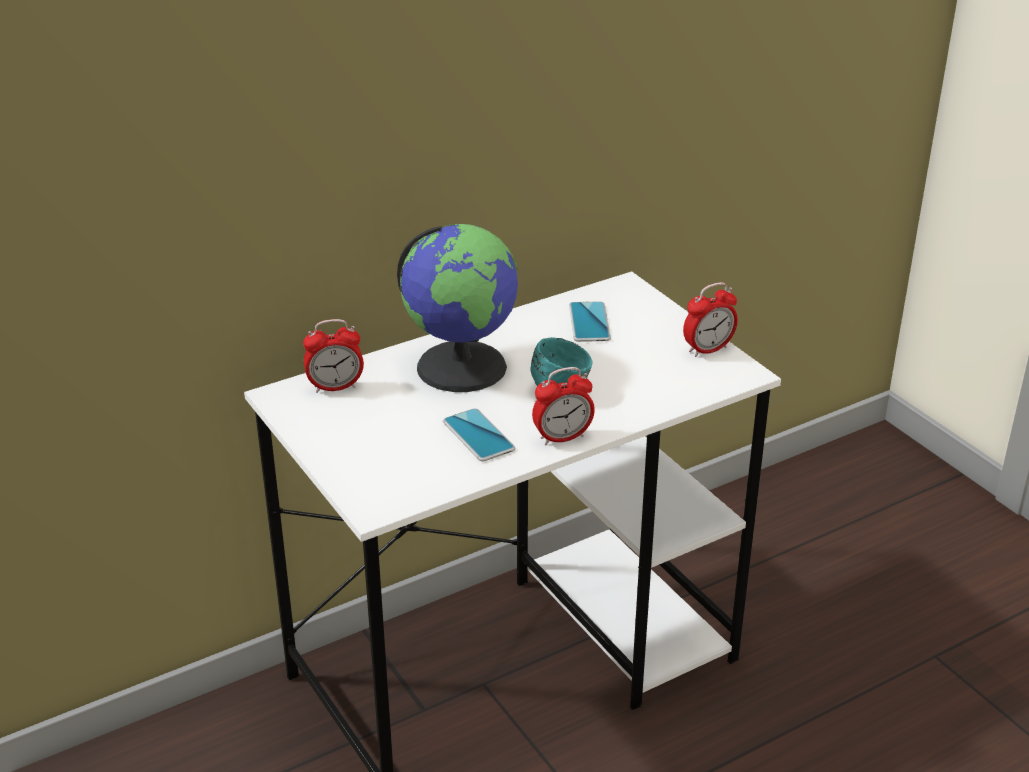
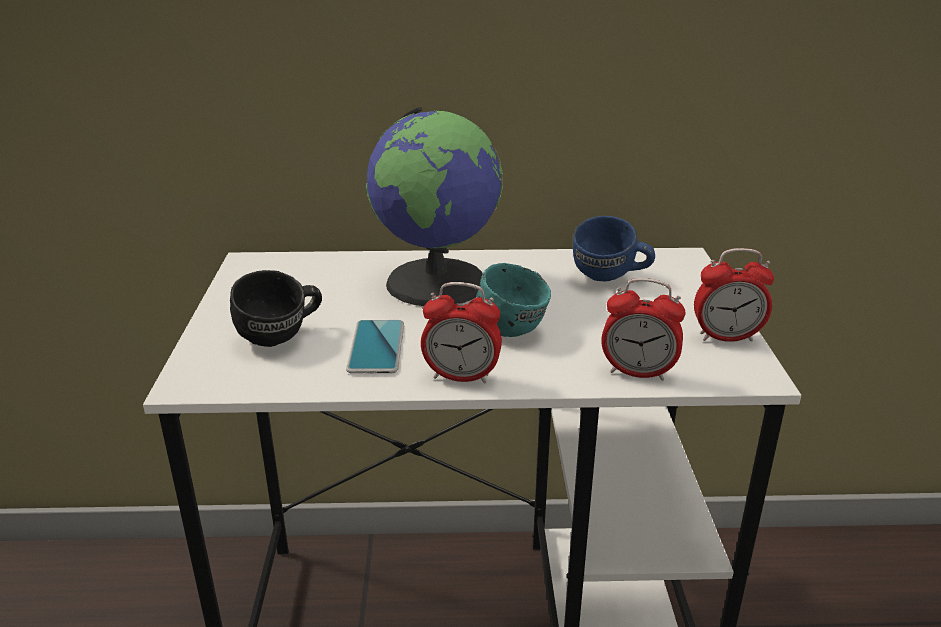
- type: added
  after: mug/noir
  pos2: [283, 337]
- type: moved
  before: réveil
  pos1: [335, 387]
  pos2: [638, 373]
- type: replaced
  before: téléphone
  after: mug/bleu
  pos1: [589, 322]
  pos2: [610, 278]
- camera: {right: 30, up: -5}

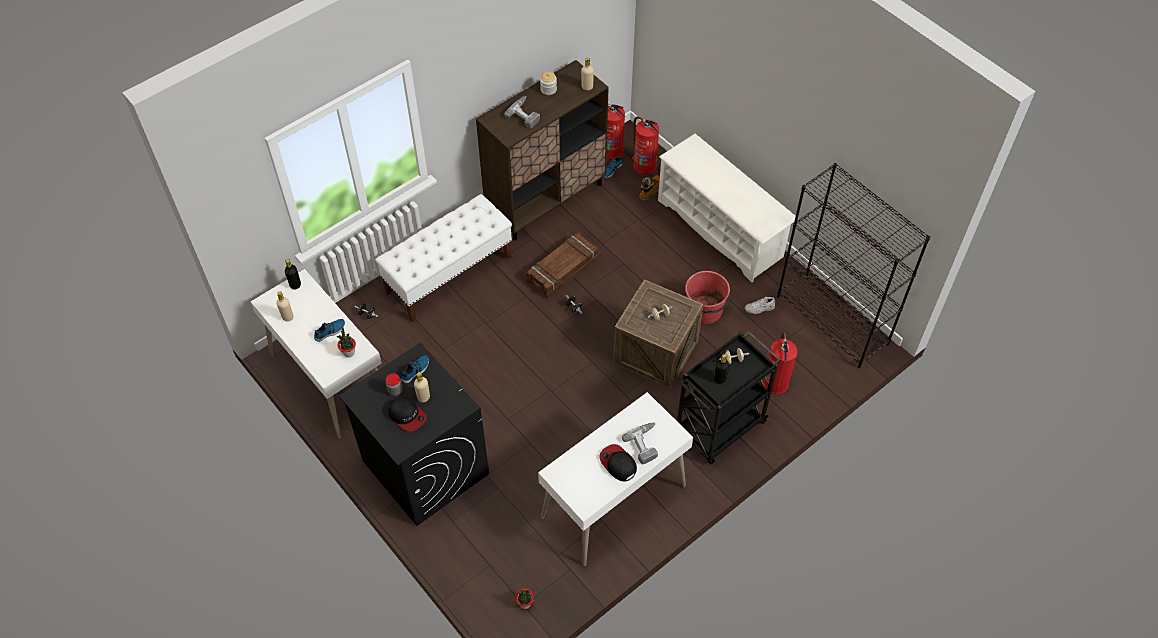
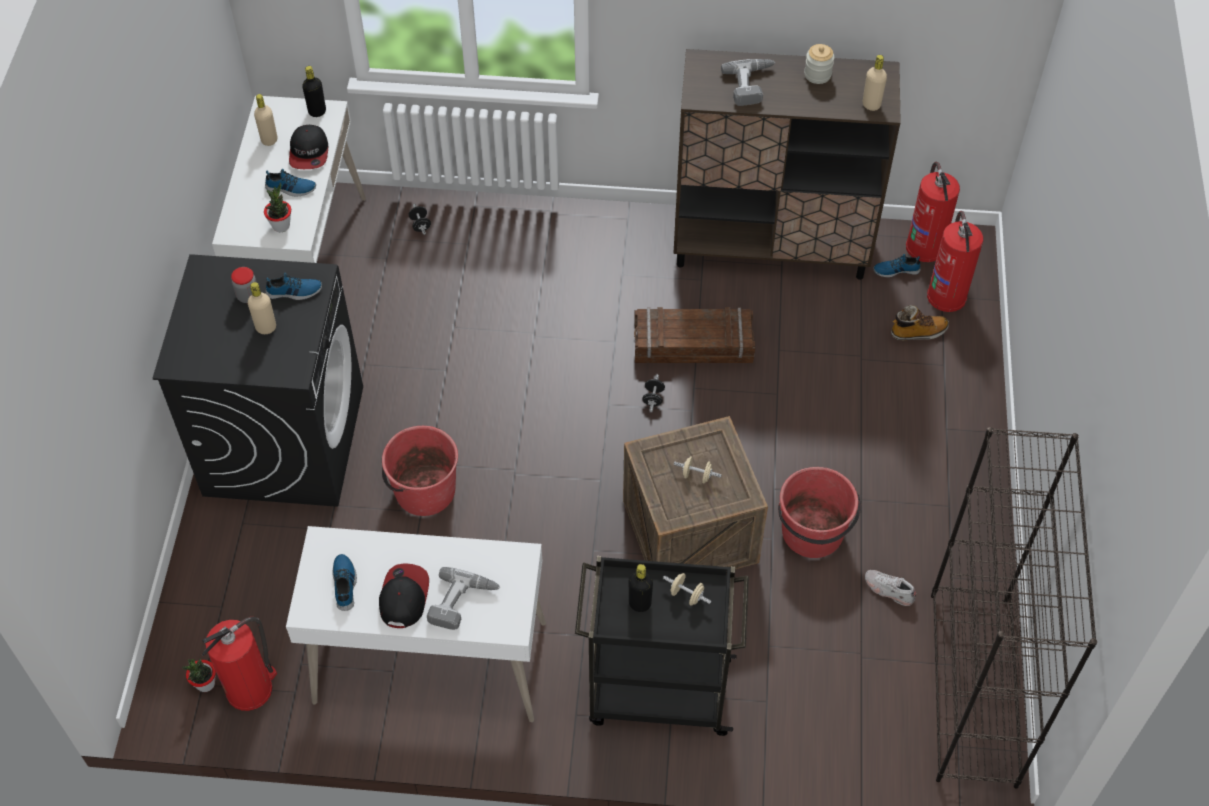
- type: removed
  before: banc/blanc
  pos1: [449, 275]
- type: removed
  before: étagère à chaussures/blanc
  pos1: [720, 229]
- type: added
  after: chaussure
  pos2: [345, 584]
- type: added
  after: seau/rouge
  pos2: [424, 490]
- type: moved
  before: casquette
  pos1: [407, 416]
  pos2: [309, 152]
- type: moved
  before: extincteur
  pos1: [775, 382]
  pos2: [250, 688]
- camera: {right: 45, up: 0}

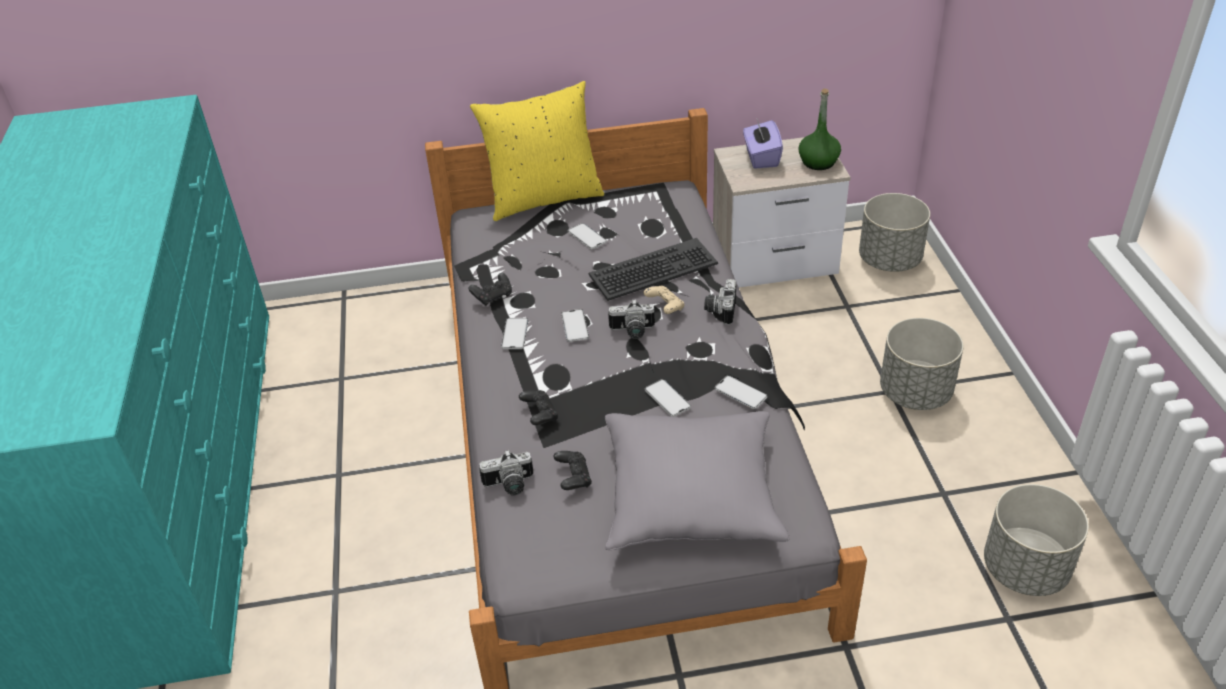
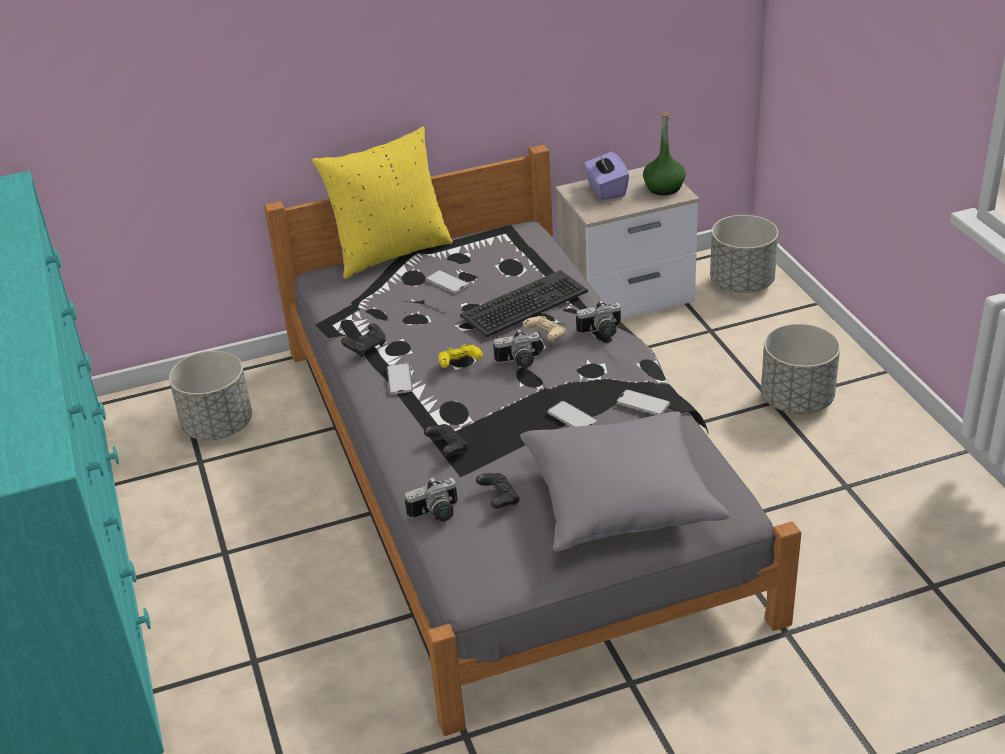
- type: moved
  before: cache-pot/gris
  pos1: [1025, 568]
  pos2: [218, 426]
- type: replaced
  before: téléphone
  after: manette/jaune
  pos1: [575, 326]
  pos2: [459, 364]
- type: turned
  before: appareil photo
  pos1: [719, 310]
  pos2: [601, 332]
  turn: -105
- camera: {right: -10, up: -5}

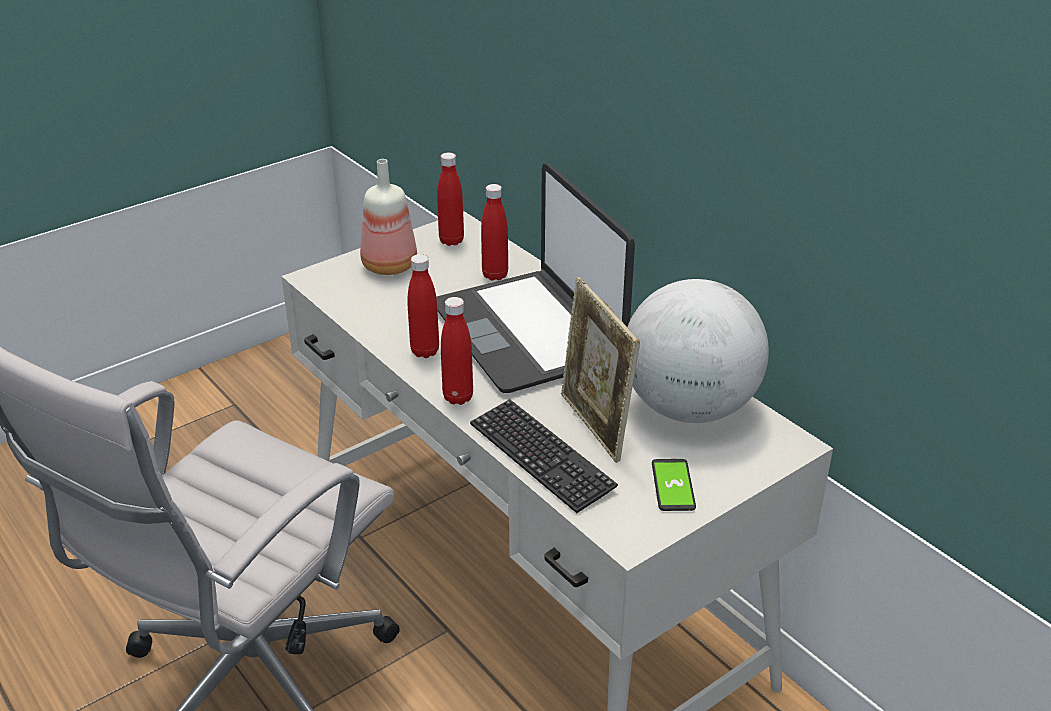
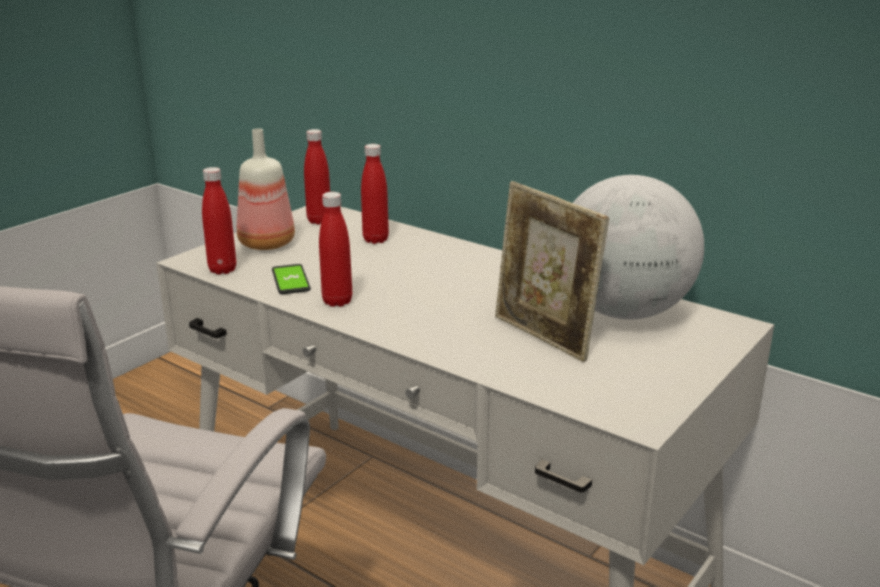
- type: removed
  before: ordinateur portable
  pos1: [529, 332]
- type: removed
  before: clavier
  pos1: [541, 457]
- type: moved
  before: bouteille/rouge
  pos1: [458, 397]
  pos2: [222, 270]
- type: moved
  before: téléphone
  pos1: [673, 486]
  pos2: [290, 280]
- camera: {right: -15, up: -10}

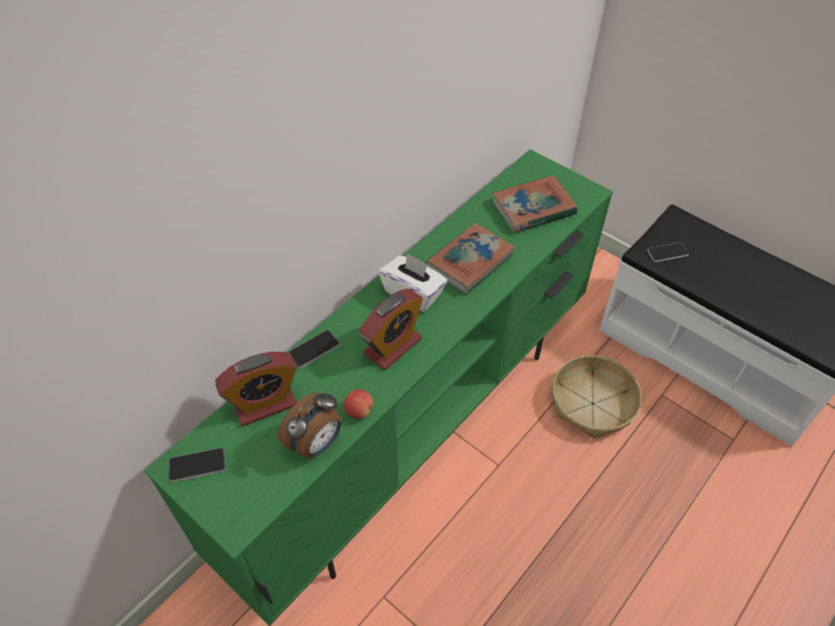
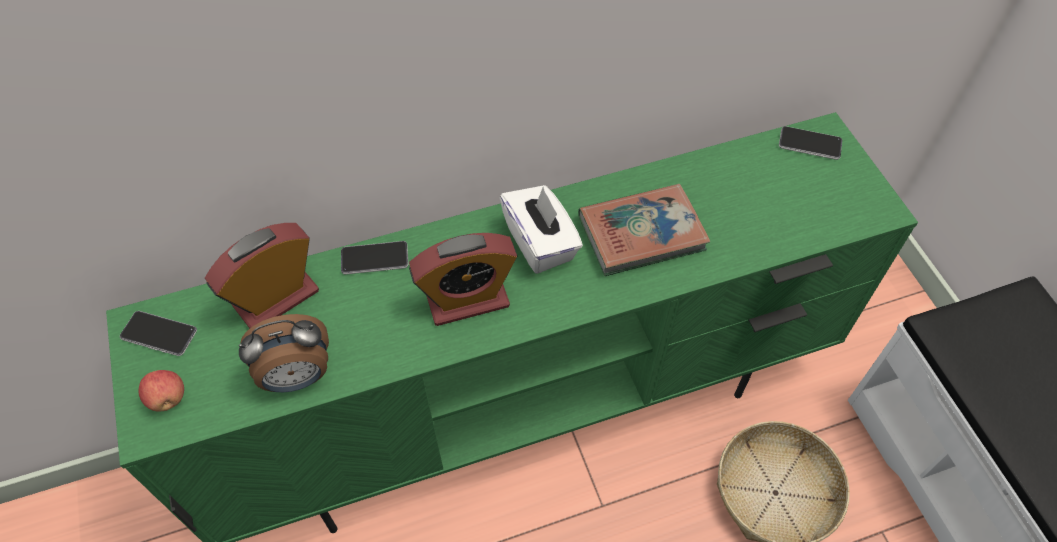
- type: removed
  before: livre
  pos1: [533, 208]
- type: moved
  before: pomme
  pos1: [359, 411]
  pos2: [168, 398]
- type: moved
  before: téléphone
  pos1: [667, 253]
  pos2: [809, 144]
- type: turned
  before: réveil
  pos1: [265, 404]
  pos2: [276, 298]
  turn: 135
- camera: {right: 30, up: 5}

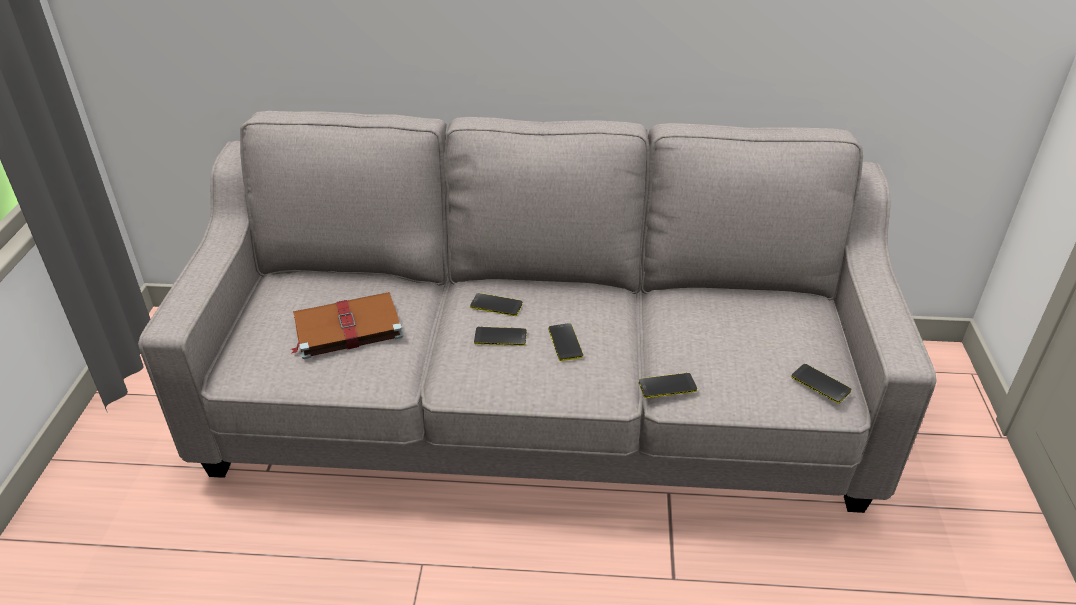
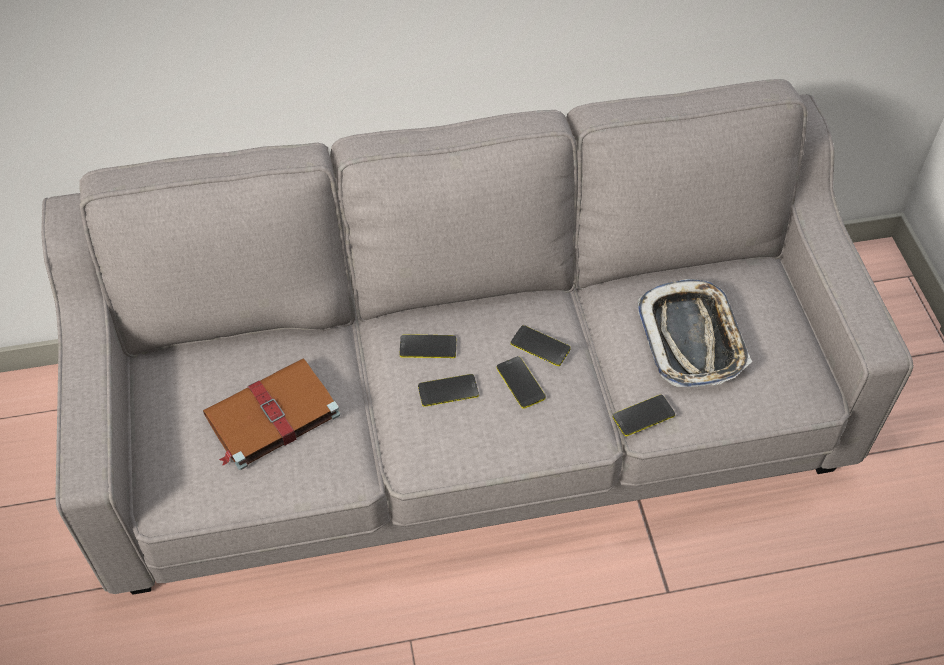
- type: added
  after: plateau
  pos2: [692, 339]
- type: moved
  before: téléphone
  pos1: [820, 384]
  pos2: [540, 346]
- camera: {right: -15, up: 15}

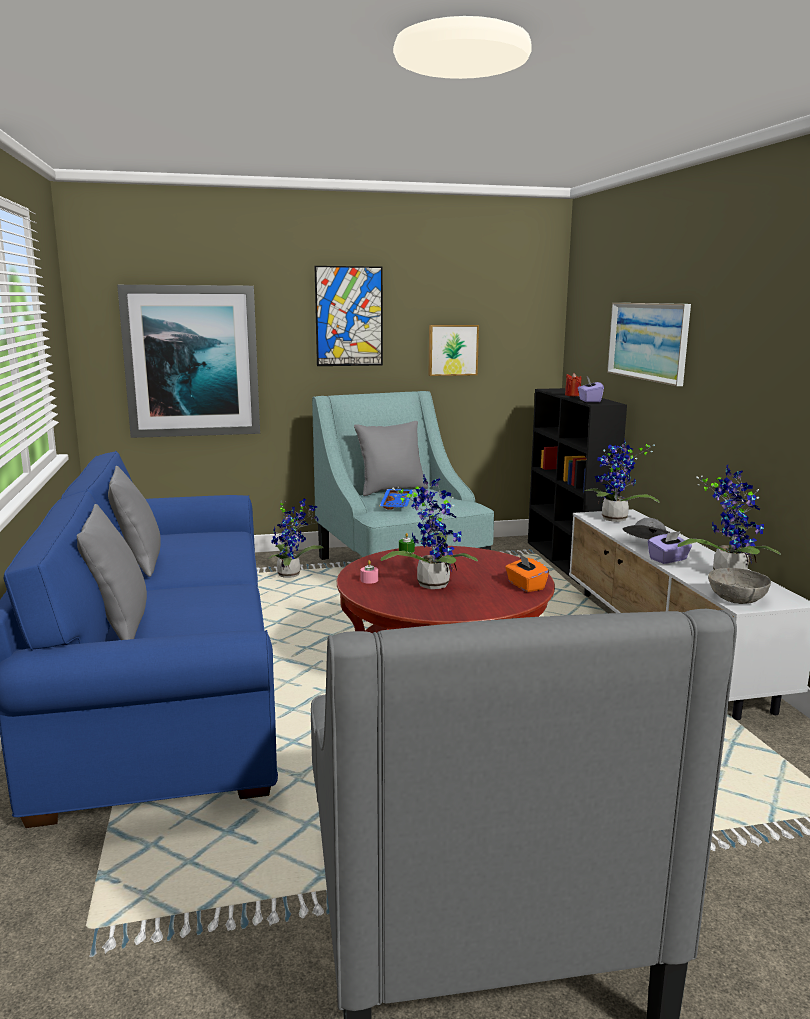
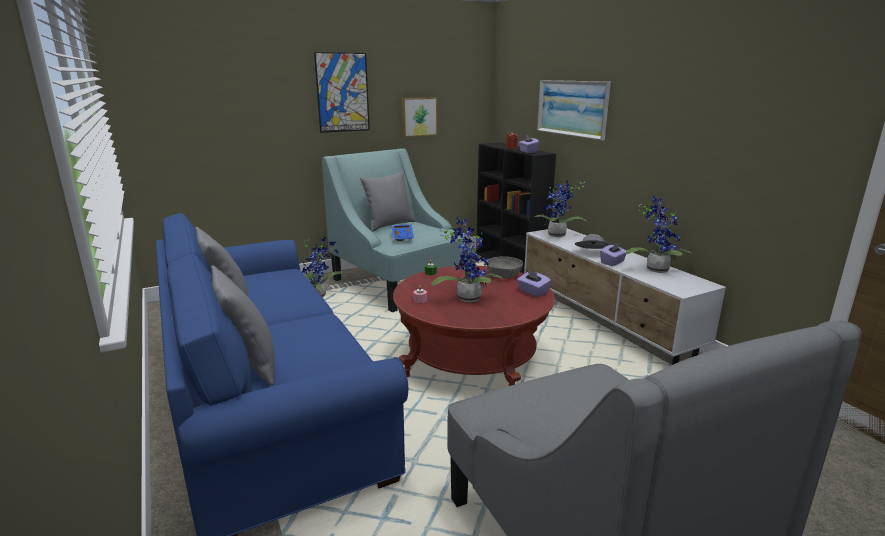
- type: removed
  before: tableau
  pos1: [192, 361]
- type: moved
  before: bol/gris
  pos1: [736, 598]
  pos2: [503, 275]
- type: recoloured
  before: boîte à mouchoirs/orange
  after: boîte à mouchoirs/violet
  pos1: [525, 586]
  pos2: [532, 292]
- camera: {right: -15, up: 5}

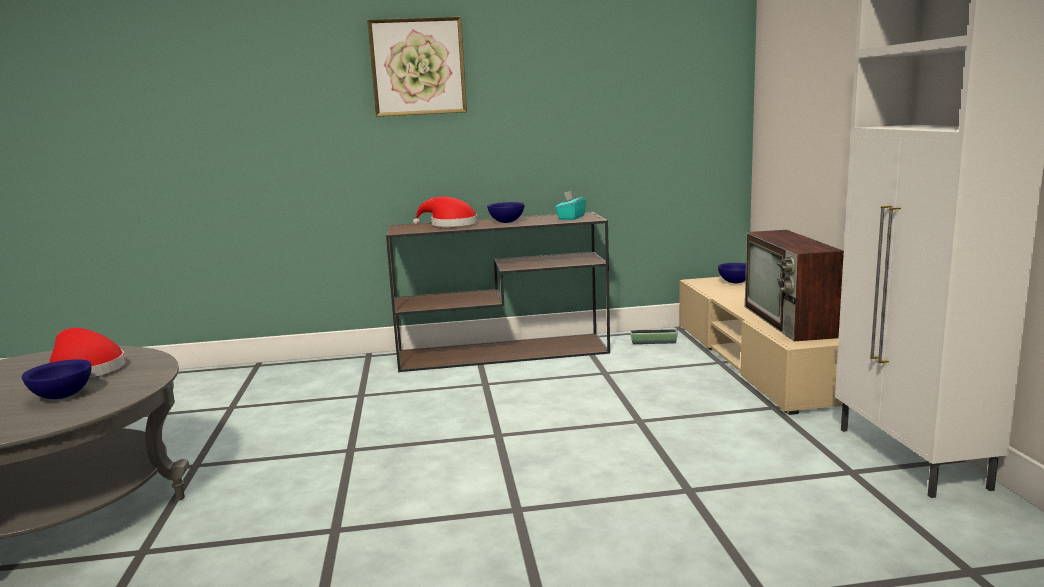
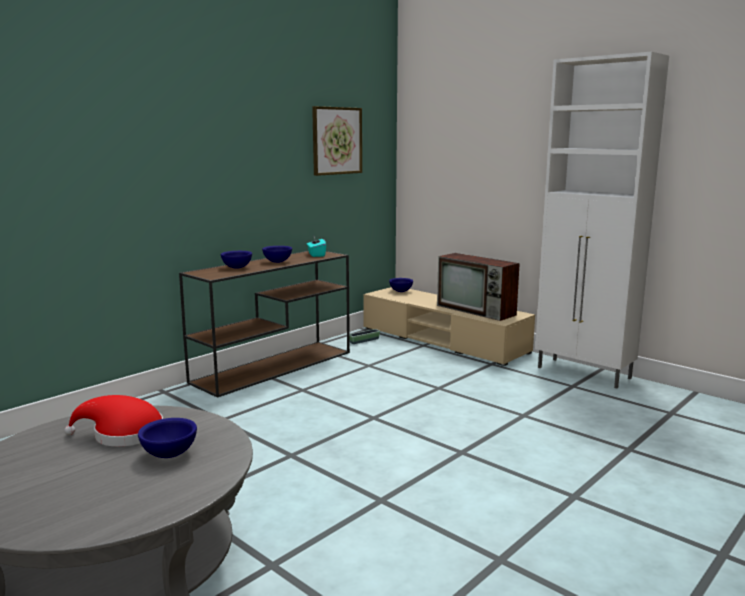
- type: moved
  before: tableau
  pos1: [418, 67]
  pos2: [337, 141]
- type: replaced
  before: chapeau/rouge
  after: bol/bleu
  pos1: [450, 225]
  pos2: [237, 268]
- camera: {right: -40, up: 0}

